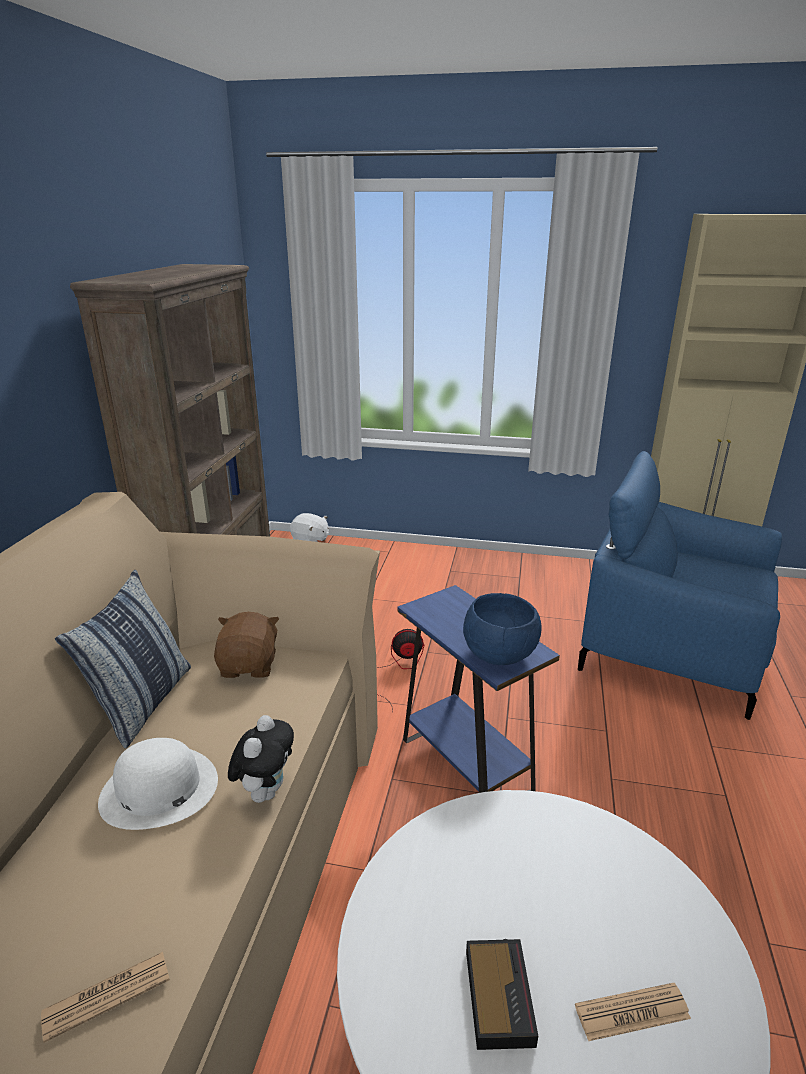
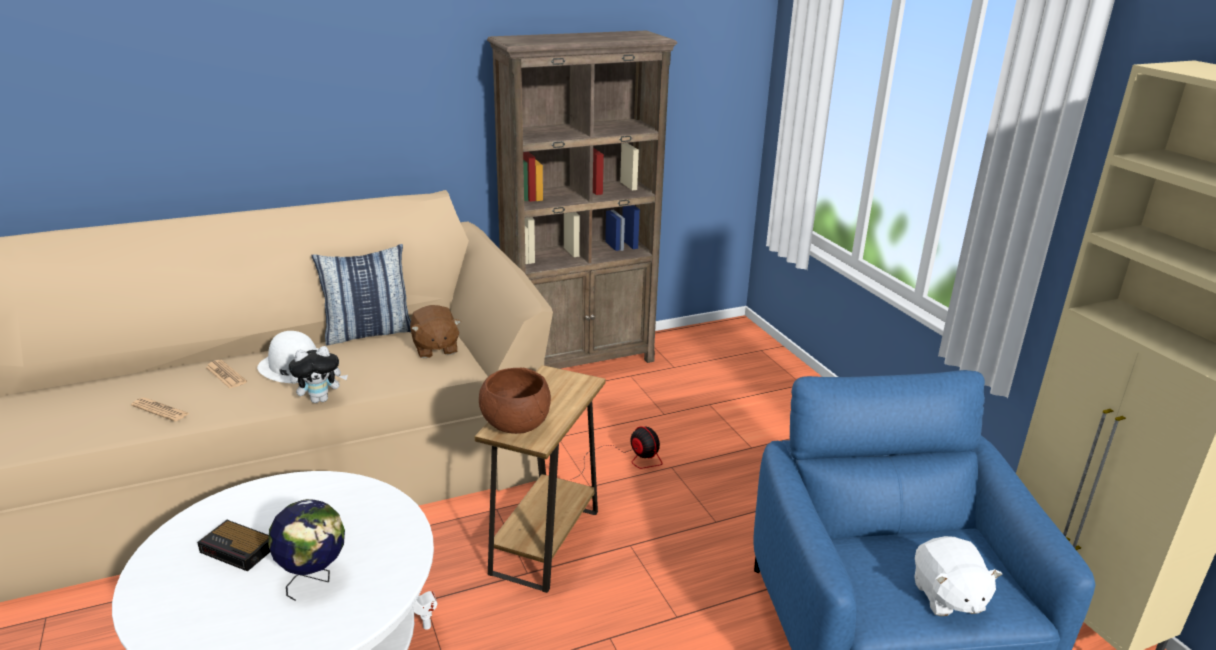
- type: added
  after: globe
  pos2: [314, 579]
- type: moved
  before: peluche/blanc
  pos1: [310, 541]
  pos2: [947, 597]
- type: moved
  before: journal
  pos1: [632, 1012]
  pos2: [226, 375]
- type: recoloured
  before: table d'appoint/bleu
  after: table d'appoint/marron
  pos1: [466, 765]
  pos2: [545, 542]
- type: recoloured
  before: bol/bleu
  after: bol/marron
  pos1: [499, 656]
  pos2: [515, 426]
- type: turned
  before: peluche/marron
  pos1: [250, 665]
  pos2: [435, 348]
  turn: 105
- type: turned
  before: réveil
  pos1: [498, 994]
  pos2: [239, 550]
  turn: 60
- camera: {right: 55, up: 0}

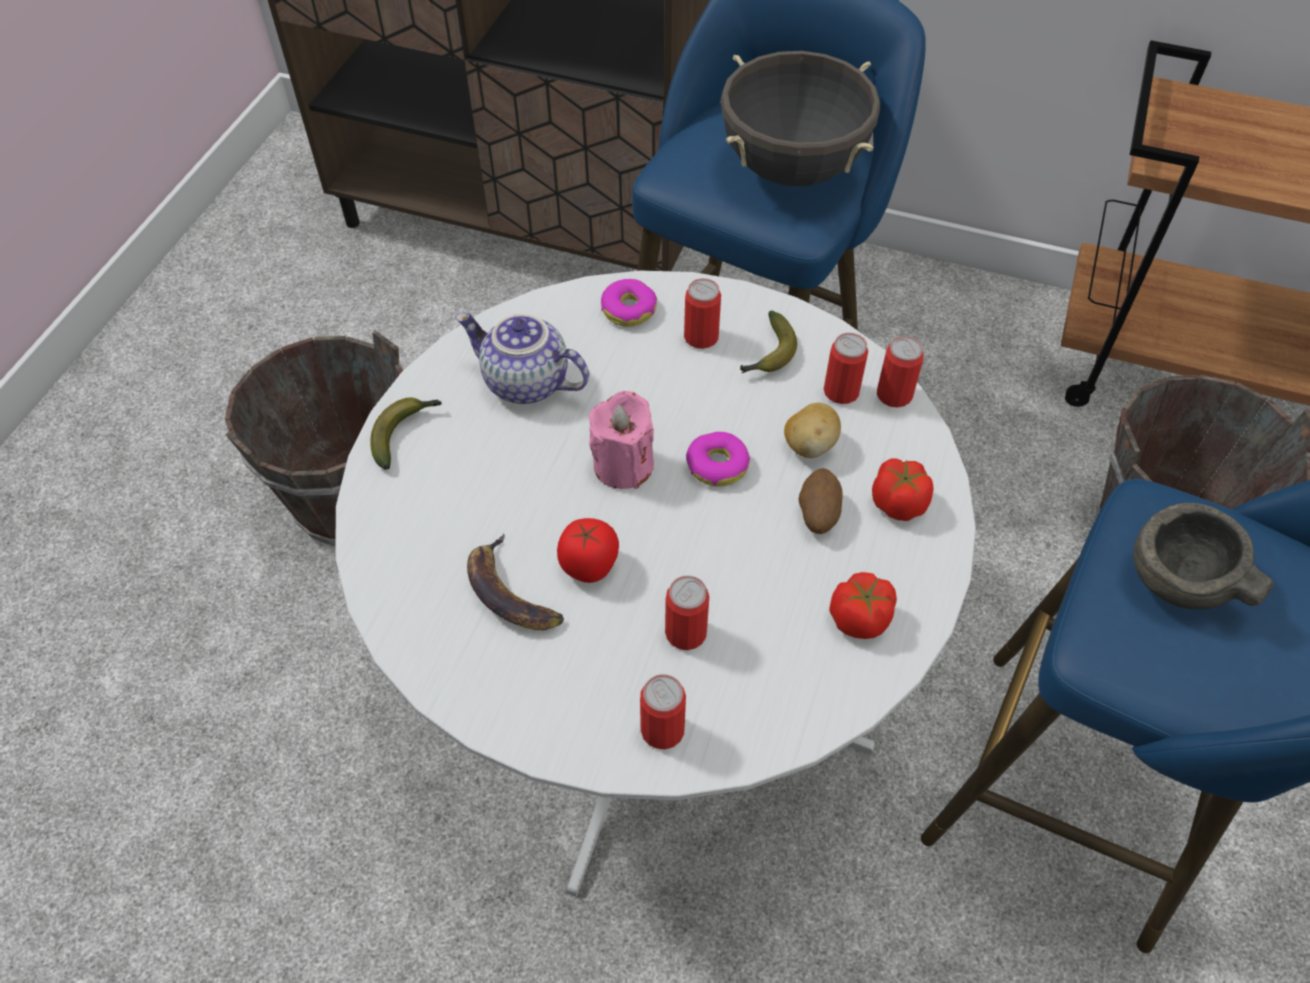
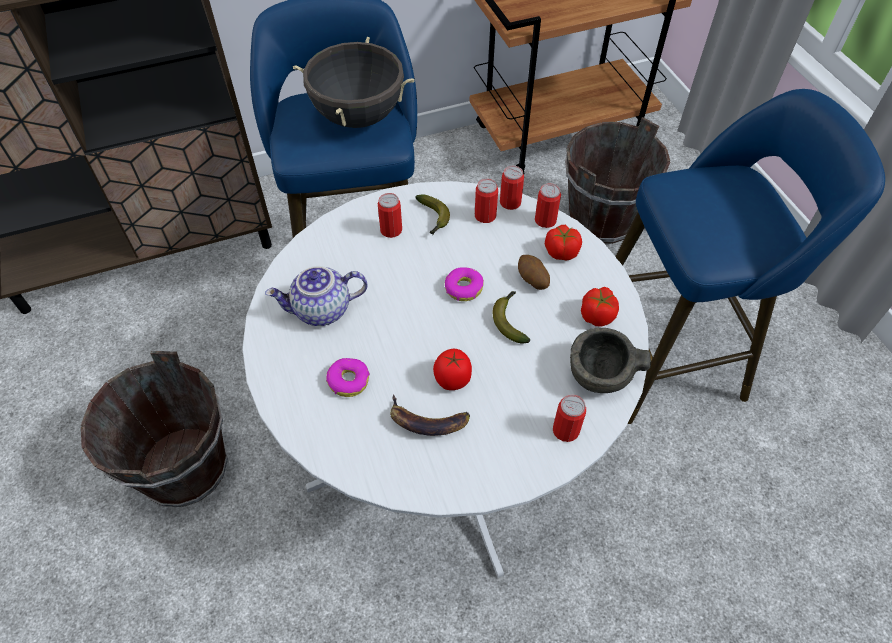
- type: removed
  before: bougie/rose
  pos1: [623, 465]
- type: removed
  before: pomme de terre
  pos1: [810, 445]
- type: moved
  before: banane
  pos1: [405, 433]
  pos2: [510, 320]
- type: moved
  before: beignet
  pos1: [629, 309]
  pos2: [348, 381]
- type: moved
  before: boîte métallique
  pos1: [686, 632]
  pos2: [545, 220]
- type: moved
  before: bol/gris
  pos1: [1178, 580]
  pos2: [599, 375]
- camera: {right: -40, up: 0}

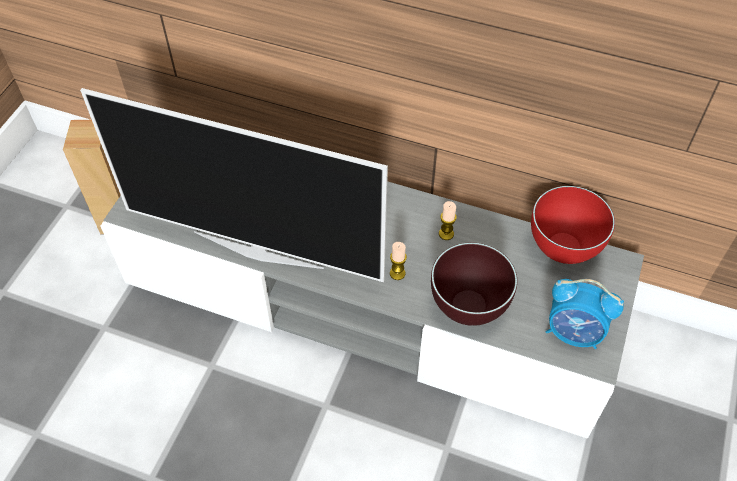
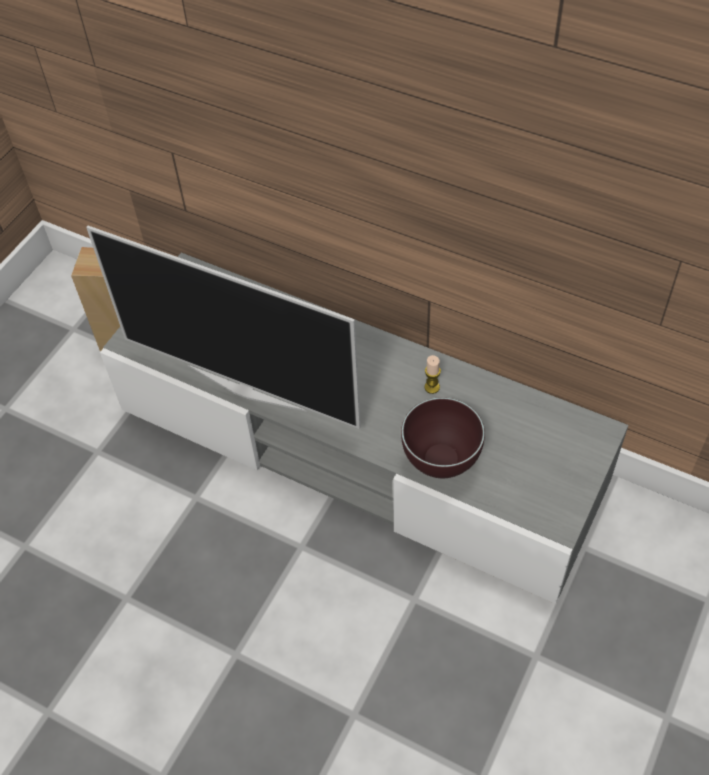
- type: removed
  before: bougie
  pos1: [397, 273]
- type: removed
  before: bol/rouge
  pos1: [563, 252]
- type: removed
  before: réveil
  pos1: [574, 333]
- camera: {right: 10, up: 0}

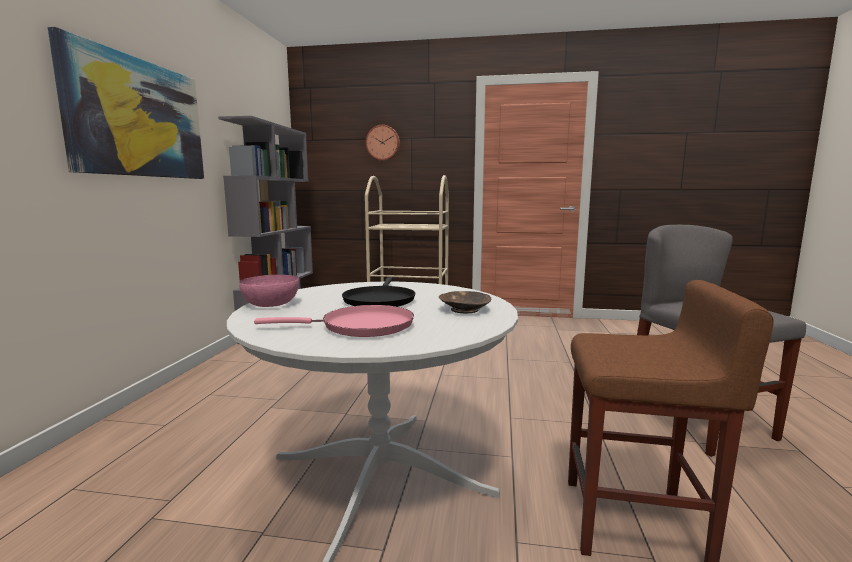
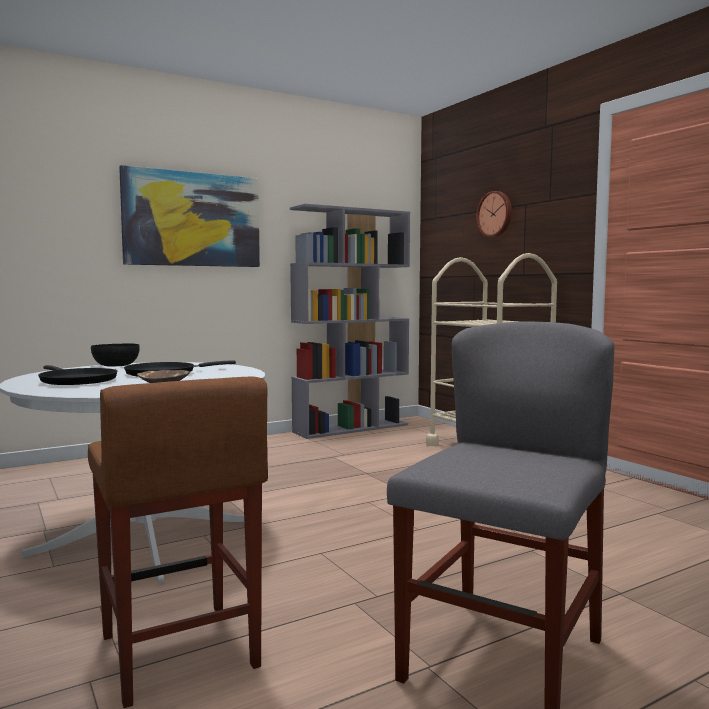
- type: recoloured
  before: bol/rose
  after: bol/noir
  pos1: [271, 304]
  pos2: [115, 366]
- type: recoloured
  before: poêle/rose
  after: poêle/noir
  pos1: [361, 326]
  pos2: [76, 380]
- camera: {right: 50, up: -5}

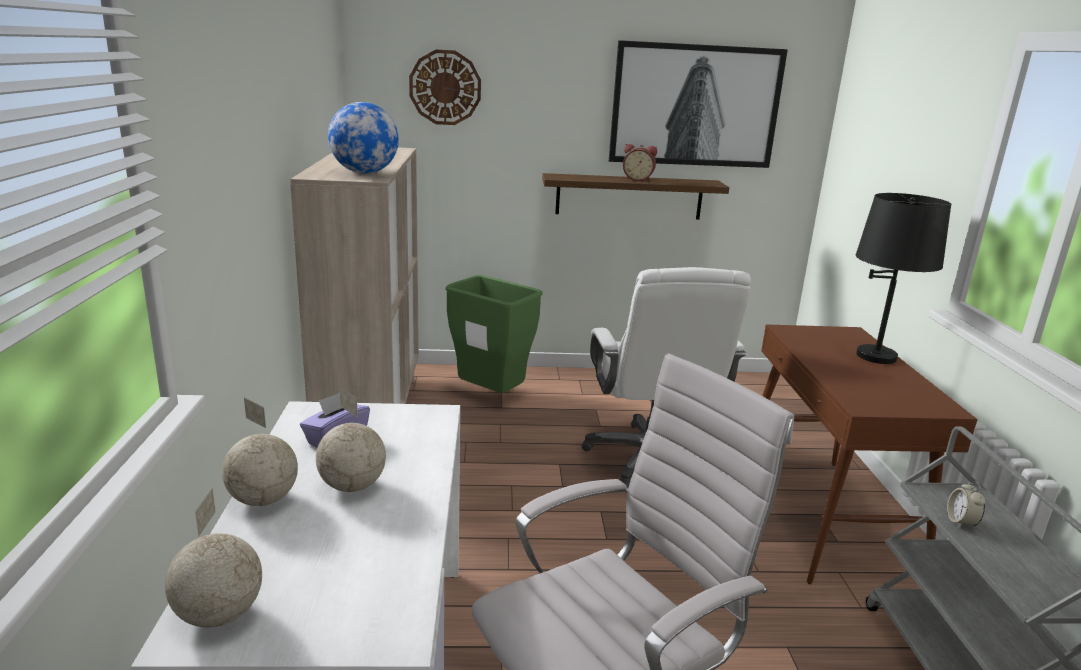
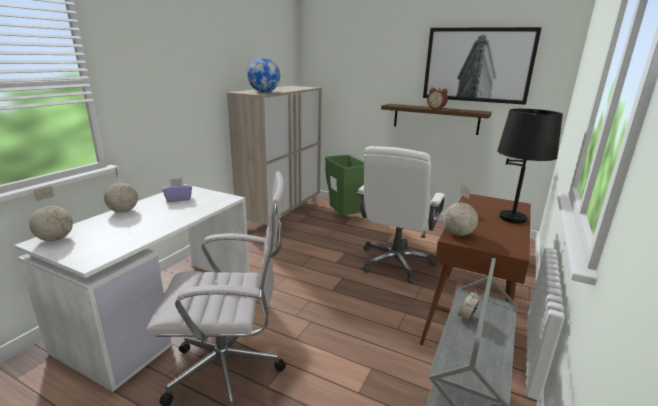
- type: removed
  before: horloge murale
  pos1: [445, 87]
- type: moved
  before: globe
  pos1: [352, 486]
  pos2: [458, 234]
- camera: {right: 30, up: 0}

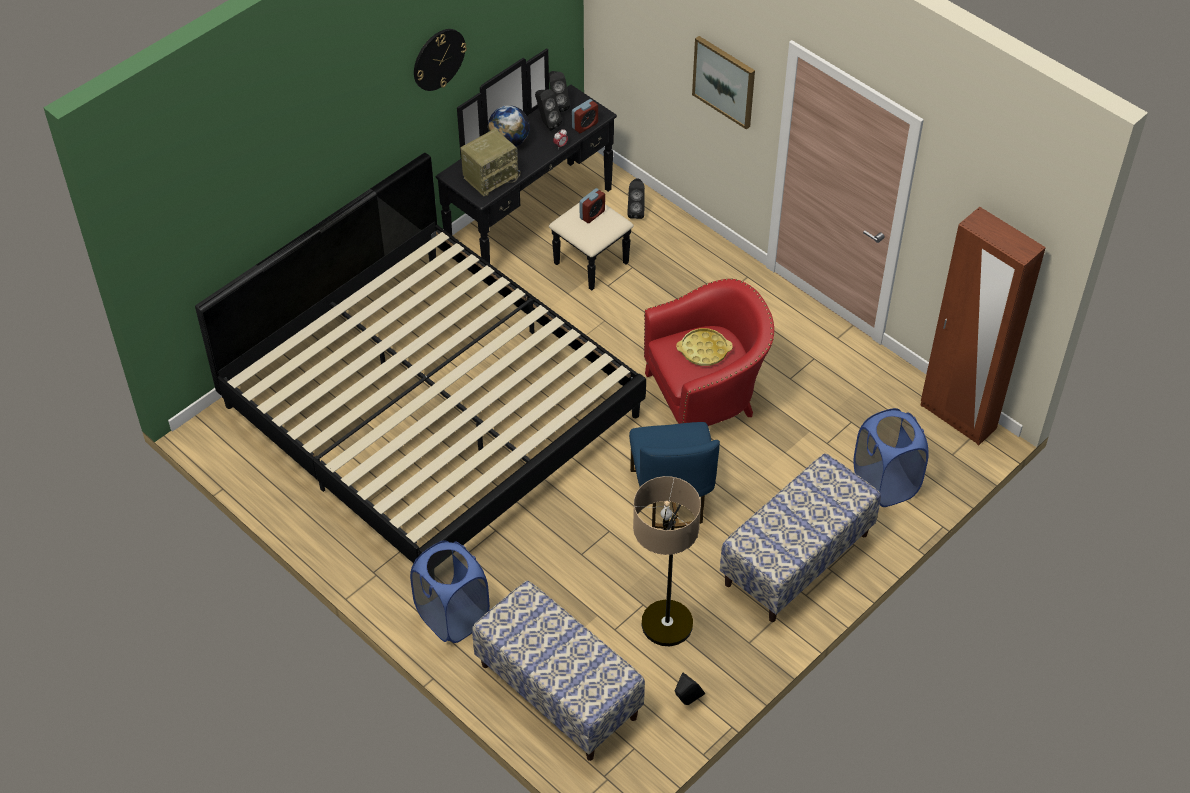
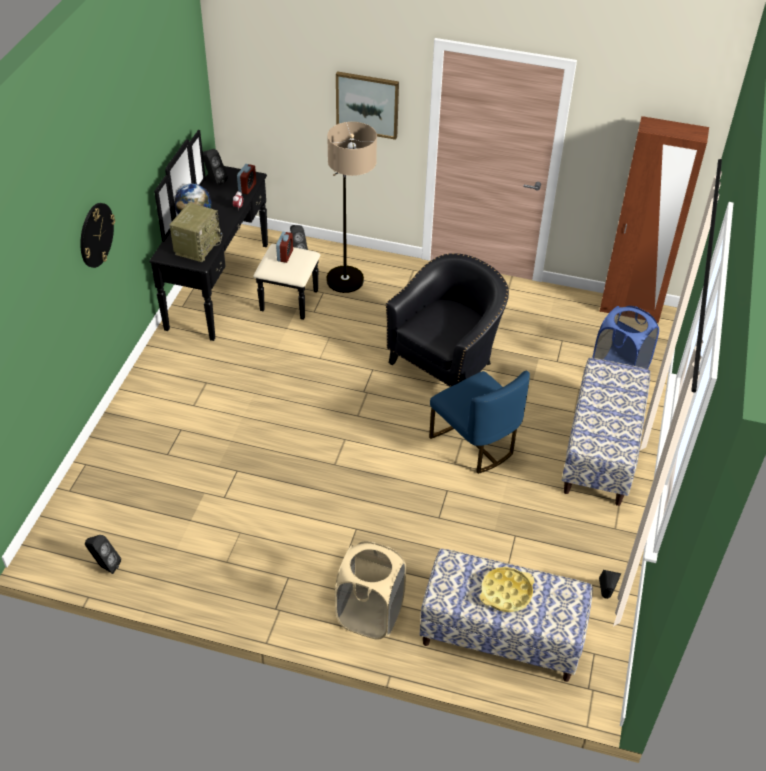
- type: removed
  before: lit
  pos1: [431, 409]
- type: moved
  before: horloge murale
  pos1: [438, 59]
  pos2: [96, 235]
- type: moved
  before: enceinte/noir
  pos1: [547, 123]
  pos2: [105, 566]
- type: moved
  before: lampadaire
  pos1: [662, 642]
  pos2: [348, 290]
- type: moved
  before: plateau/jaune
  pos1: [704, 350]
  pos2: [506, 592]
- type: recoloured
  before: panier à linge/bleu
  after: panier à linge/beige
  pos1: [452, 616]
  pos2: [369, 615]
- type: recoloured
  before: fauteuil/rouge
  after: fauteuil/noir
  pos1: [706, 396]
  pos2: [446, 362]
- camera: {right: -30, up: -5}

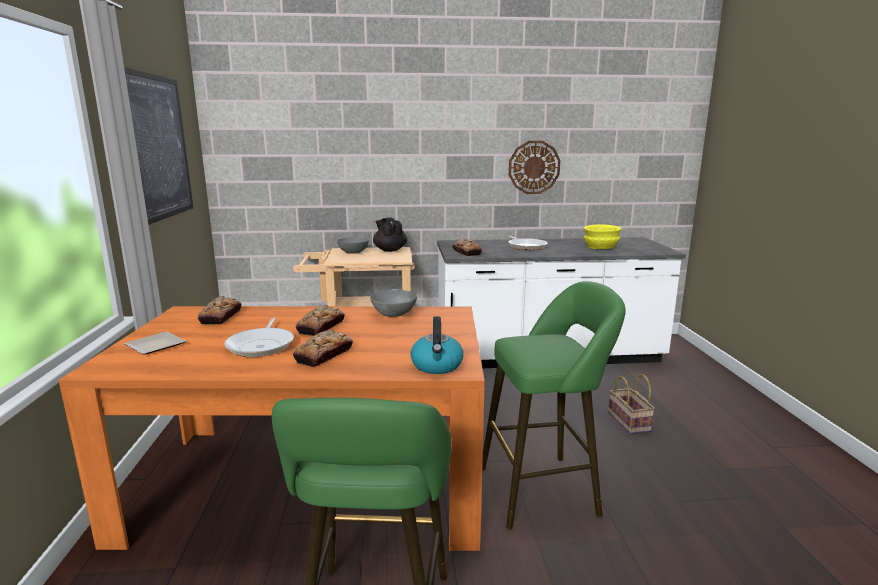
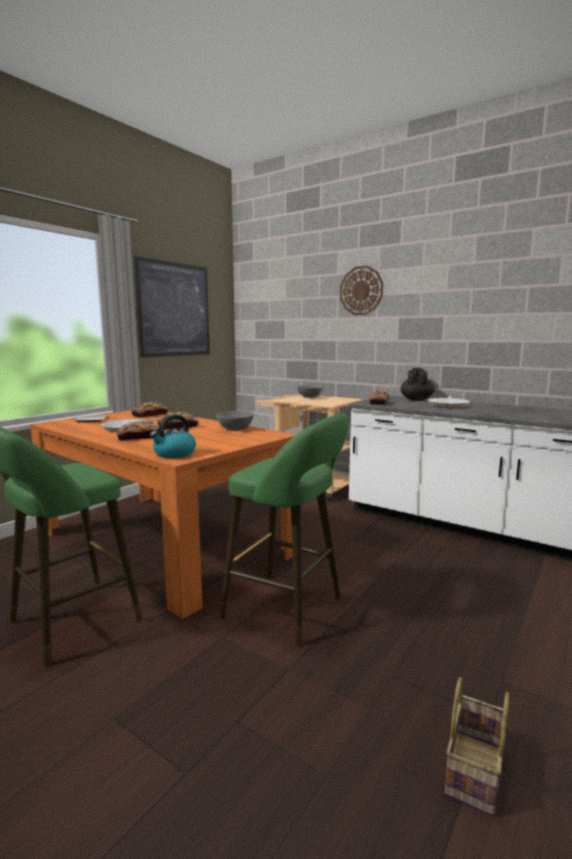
- type: removed
  before: bol/jaune
  pos1: [601, 247]
- type: moved
  before: théière/noir
  pos1: [390, 250]
  pos2: [416, 399]
- type: moved
  before: horloge murale
  pos1: [534, 167]
  pos2: [361, 290]
- type: moved
  before: panier
  pos1: [630, 422]
  pos2: [475, 773]
- camera: {right: 40, up: -5}

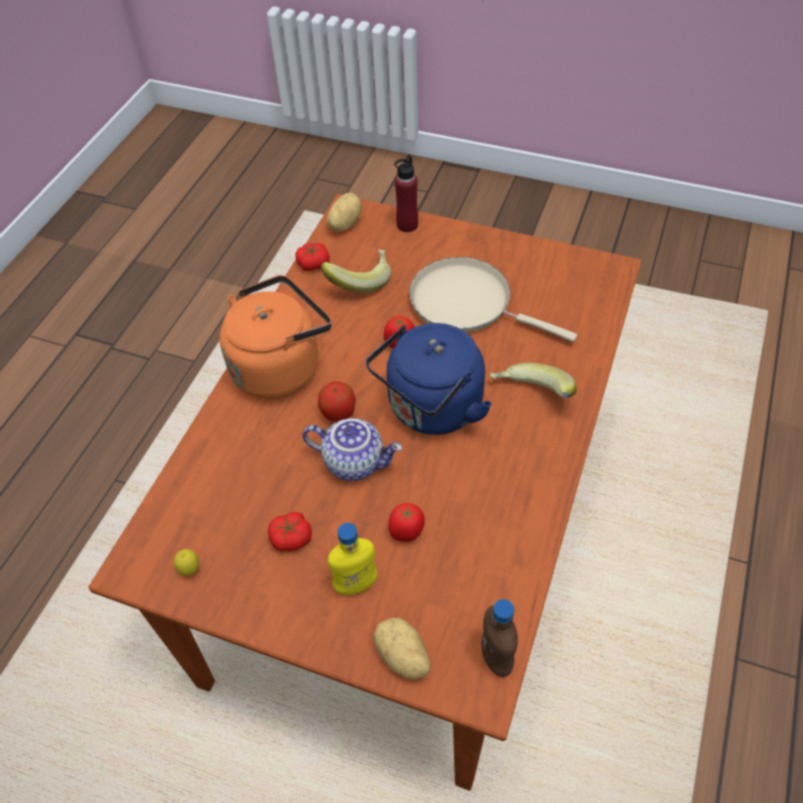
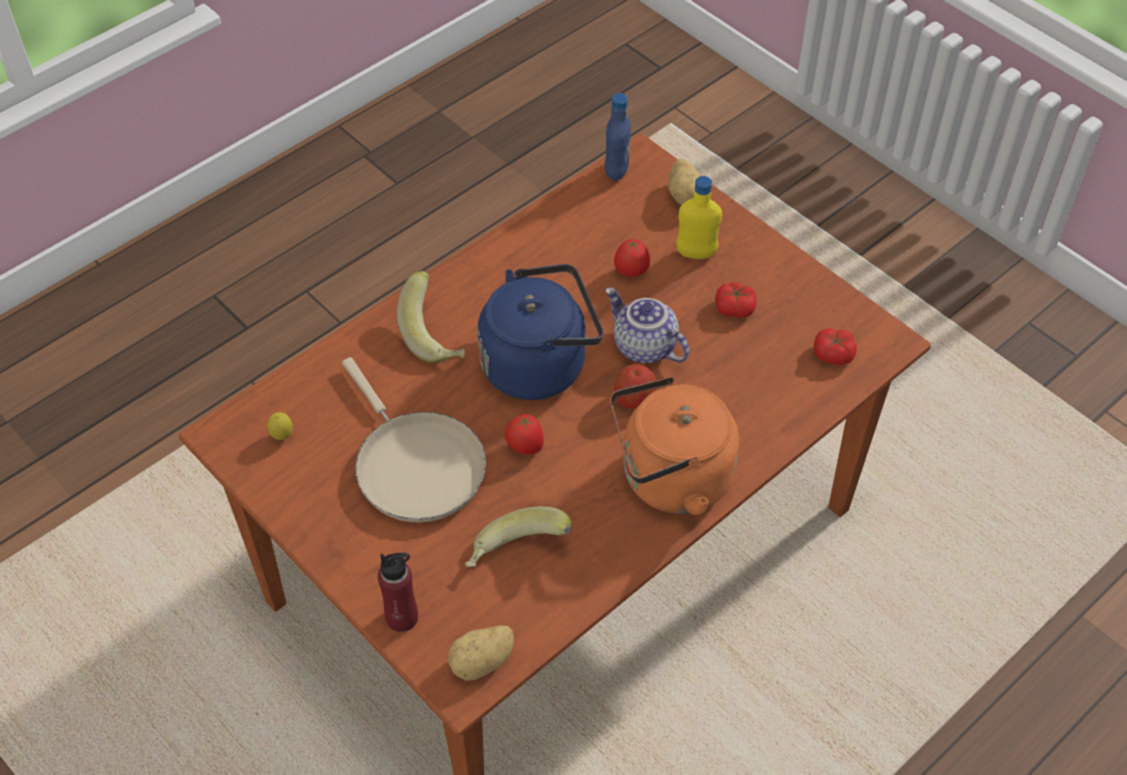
- type: moved
  before: citron
  pos1: [190, 570]
  pos2: [282, 436]
- type: moved
  before: tomate
  pos1: [313, 263]
  pos2: [833, 354]
- type: recoloured
  before: bouteille/marron
  after: bouteille/bleu
  pos1: [496, 657]
  pos2: [616, 171]
- camera: {right: -155, up: 0}

